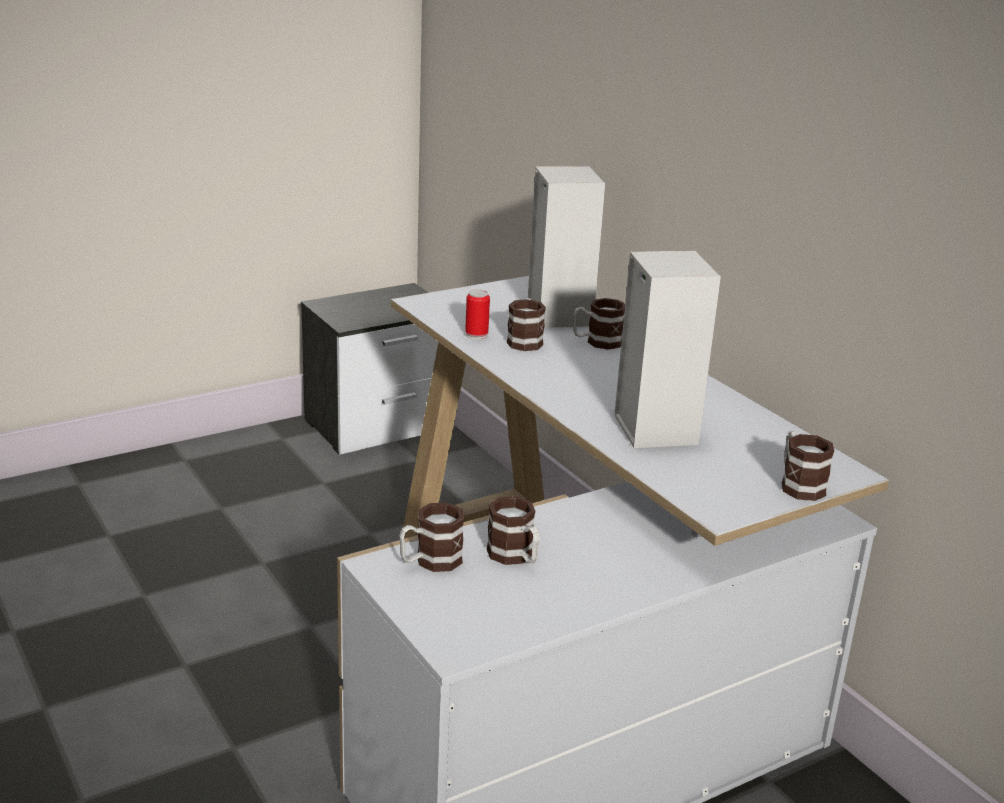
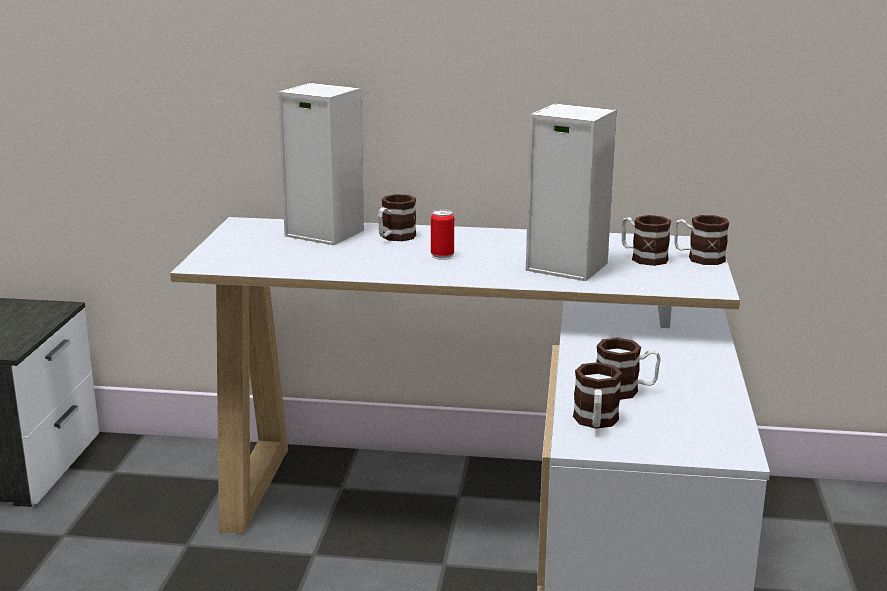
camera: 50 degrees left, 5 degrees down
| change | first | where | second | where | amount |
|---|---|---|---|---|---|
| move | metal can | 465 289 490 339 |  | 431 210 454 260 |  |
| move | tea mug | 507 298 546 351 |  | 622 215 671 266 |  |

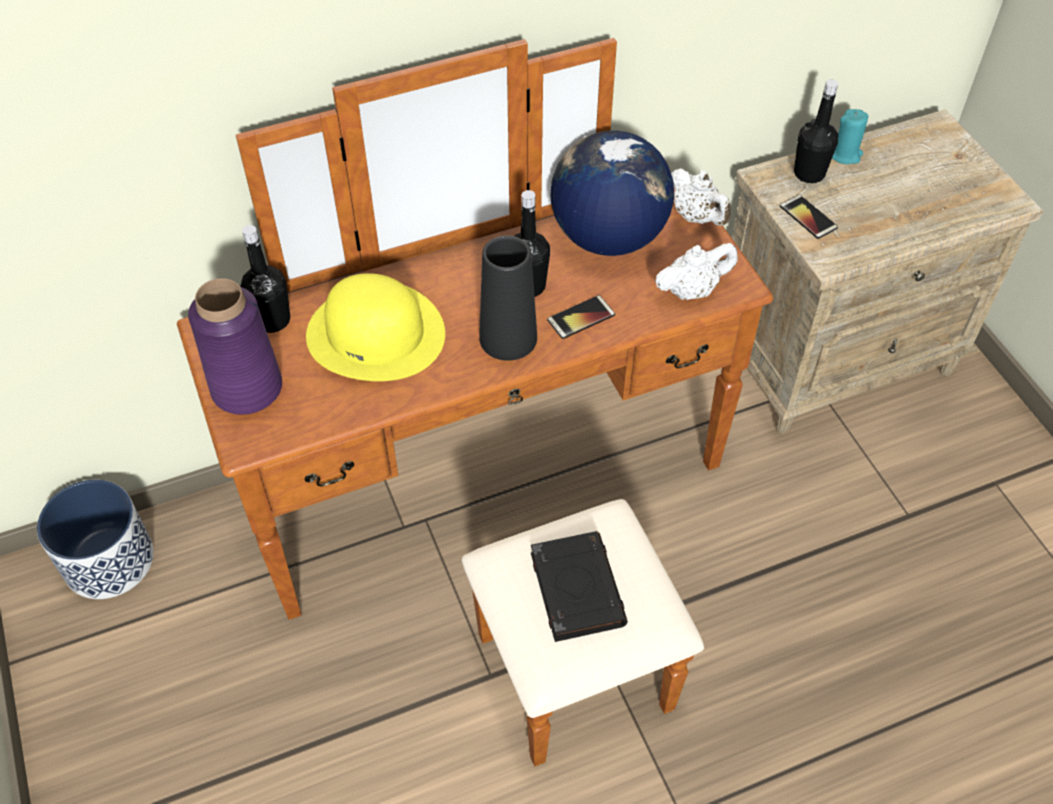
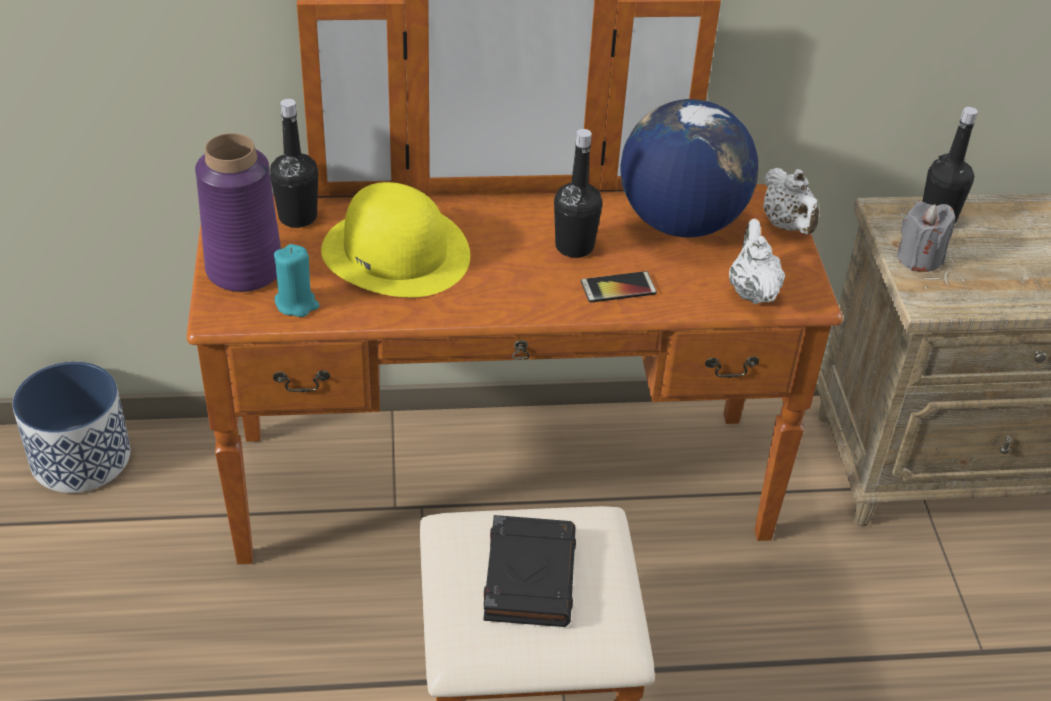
camera: 15 degrees right, 10 degrees down
| change | first | where | second | where | amount |
|---|---|---|---|---|---|
| move | candle/turquoise | 832 109 868 164 |  | 274 244 319 317 |  |
| replace | phone | 780 194 838 239 | candle/grey | 897 202 955 272 |  |
| delete | decorative vase/blackish | 479 235 537 361 |  |  |  |
| rotate | pot for tea/white | 655 243 737 300 |  | 729 219 785 304 | 90 degrees counterclockwise |

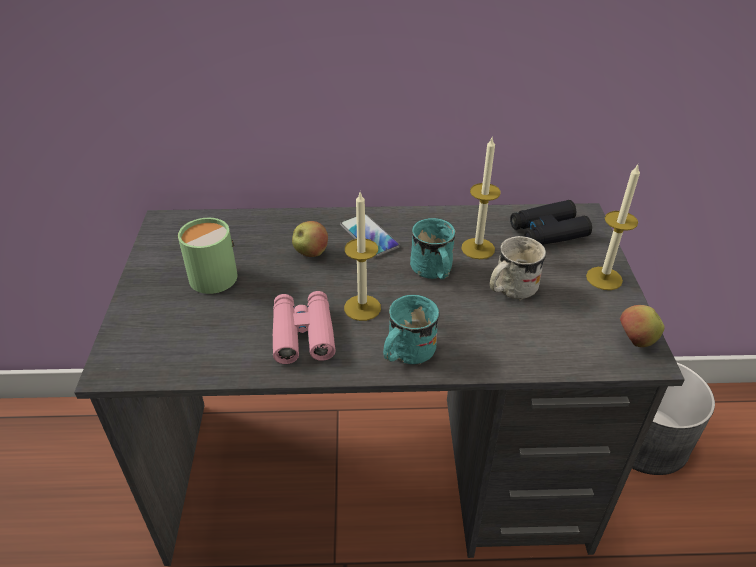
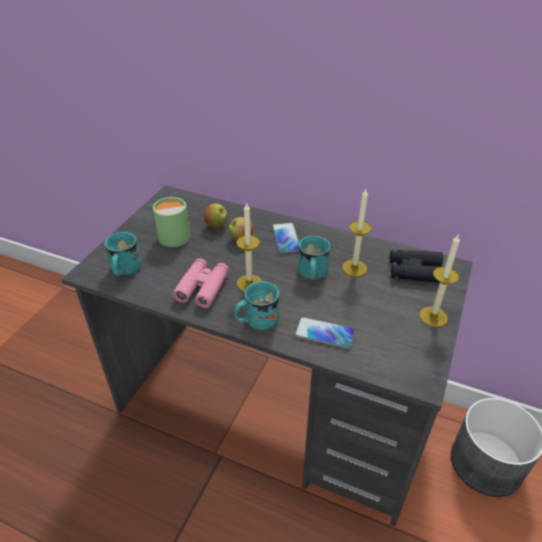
camera: 25 degrees right, 0 degrees up
| change | first | where | second | where | amount |
|---|---|---|---|---|---|
| delete | tea mug/white | 490 236 546 301 |  |  |  |
| move | apple | 620 305 664 347 |  | 204 203 228 228 |  |
| insert |  |  | tea mug/turquoise | 104 232 141 276 |  |
| insert |  |  | phone | 294 317 355 349 |  |

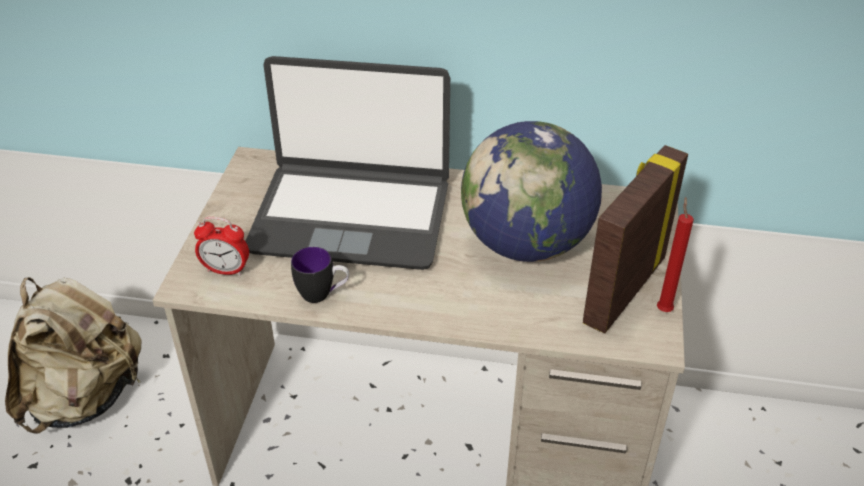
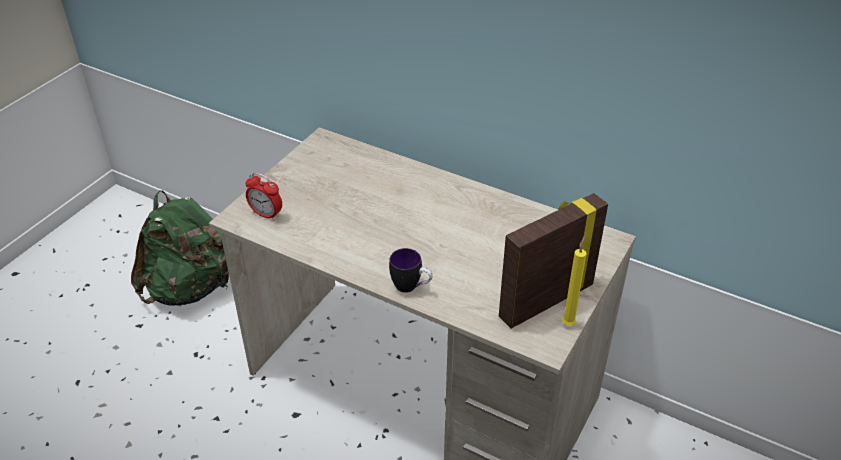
camera: 20 degrees right, 0 degrees up
| change | first | where | second | where | amount |
|---|---|---|---|---|---|
| delete | laptop | 245 56 450 270 |  |  |  |
| delete | world globe | 461 121 602 262 |  |  |  |
| recolor | candle/reddish | 657 197 694 312 | candle/yellow-coloured | 562 236 587 326 |  |
| move | tea mug | 291 247 349 303 |  | 389 248 433 293 |  |
| recolor | backpack/beige | 5 277 142 434 | backpack/green-coloured | 131 190 229 306 |  |

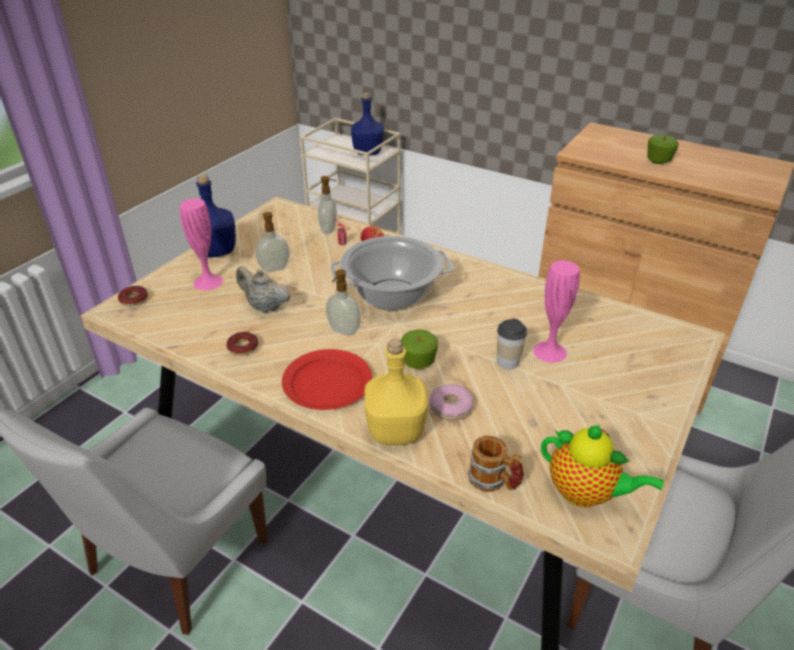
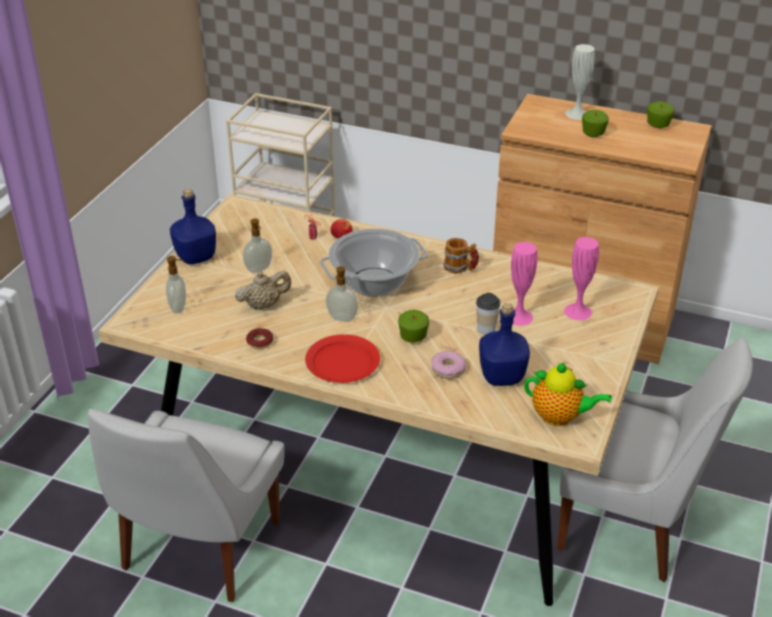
camera: 10 degrees left, 0 degrees up
| change | first | where | second | where | amount |
|---|---|---|---|---|---|
| move | bottle/blue | 351 93 384 155 |  | 479 303 530 386 |  |
| move | soap bottle | 318 176 337 234 |  | 166 256 186 313 |  |
| move | decorative vase/pink | 180 198 223 290 |  | 564 237 599 320 |  |
| rotate | pot for tea/beige | 236 266 291 313 |  | 235 271 291 310 | 135 degrees clockwise |
| delete | ring doughnut | 118 286 148 306 |  |  |  |
| delete | bottle/yellow-coloured | 365 339 428 445 |  |  |  |
| move | tea mug | 468 435 524 492 |  | 444 238 479 274 |  |
| insert |  |  | decorative vase/white | 565 44 595 120 |  |
| insert |  |  | apple | 647 101 675 128 |  |

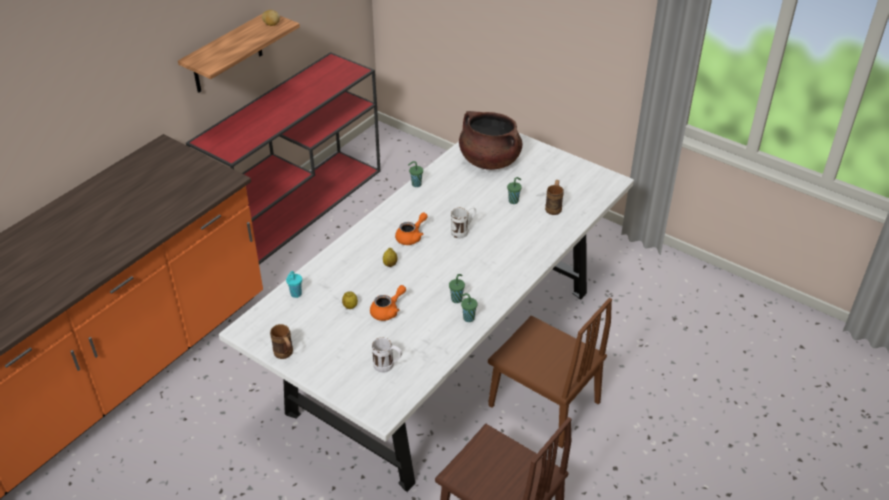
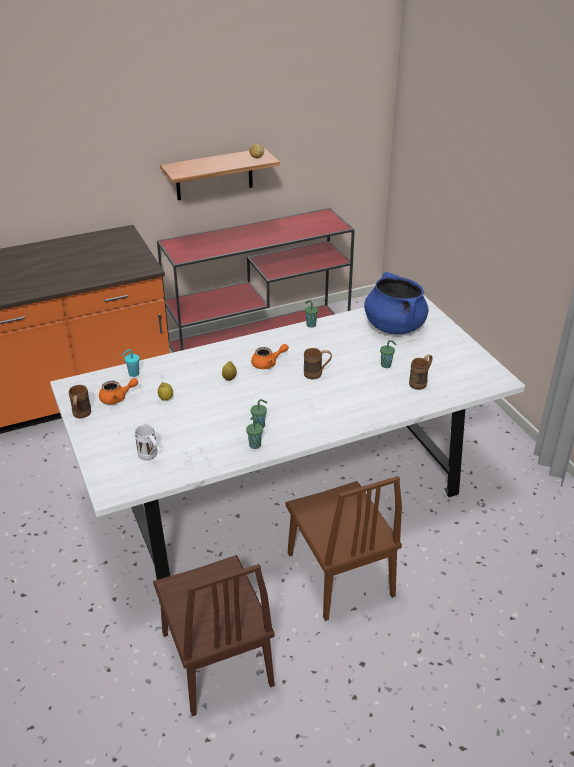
camera: 30 degrees right, 5 degrees down
| change | first | where | second | where | amount |
|---|---|---|---|---|---|
| recolor | cooking pot/brown-coloured | 459 111 523 170 | cooking pot/blue | 364 272 428 334 |  |
| recolor | tea mug/white | 451 206 476 239 | tea mug/brown-coloured | 304 348 332 380 |  |
| move | pot for tea/orange | 370 285 406 321 |  | 99 378 138 404 |  |

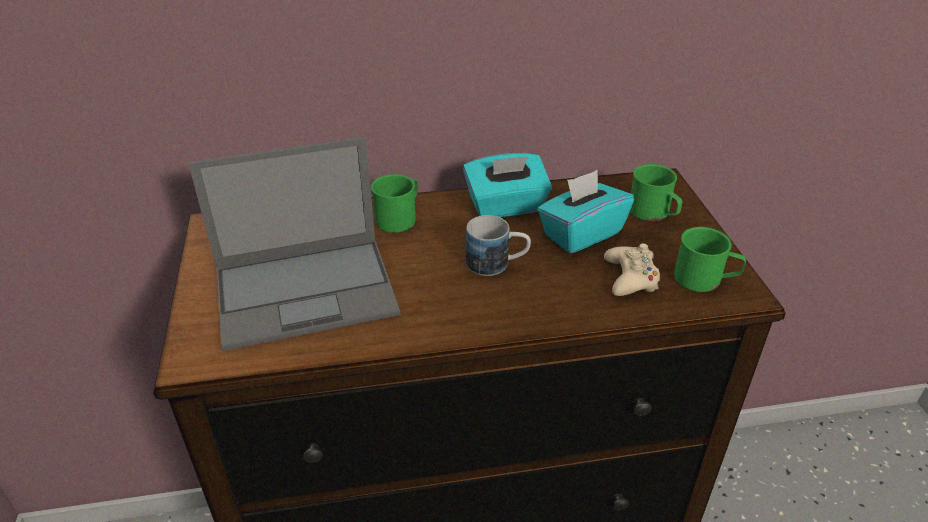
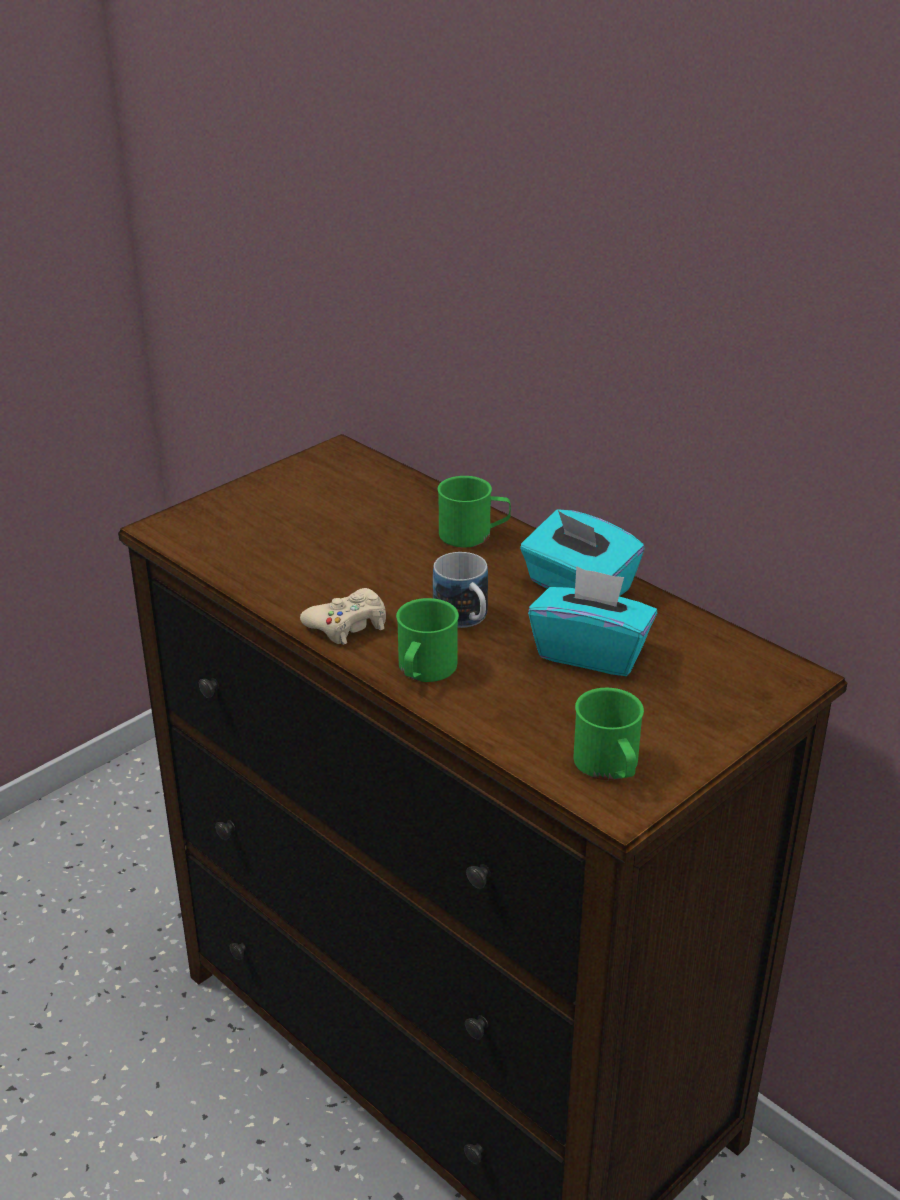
camera: 55 degrees right, 5 degrees down
| change | first | where | second | where | amount |
|---|---|---|---|---|---|
| delete | laptop | 188 137 400 351 |  |  |  |
| move | tea mug/green-coloured | 630 164 682 221 |  | 396 598 459 682 |  |
| move | joypad/beige | 604 244 660 296 |  | 300 588 386 645 |  |

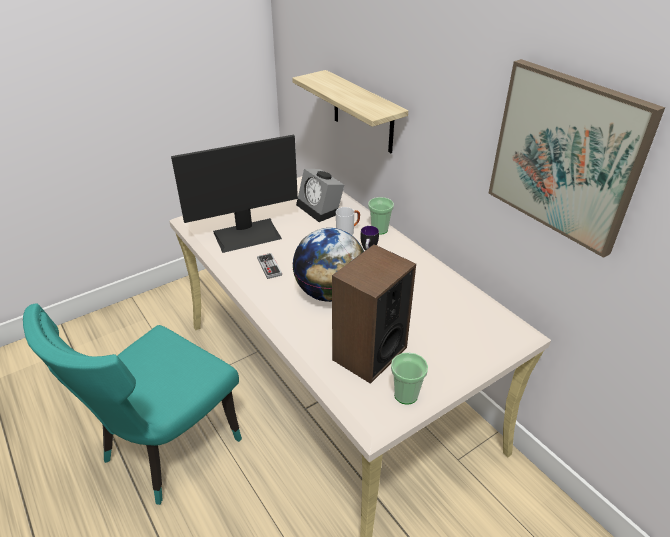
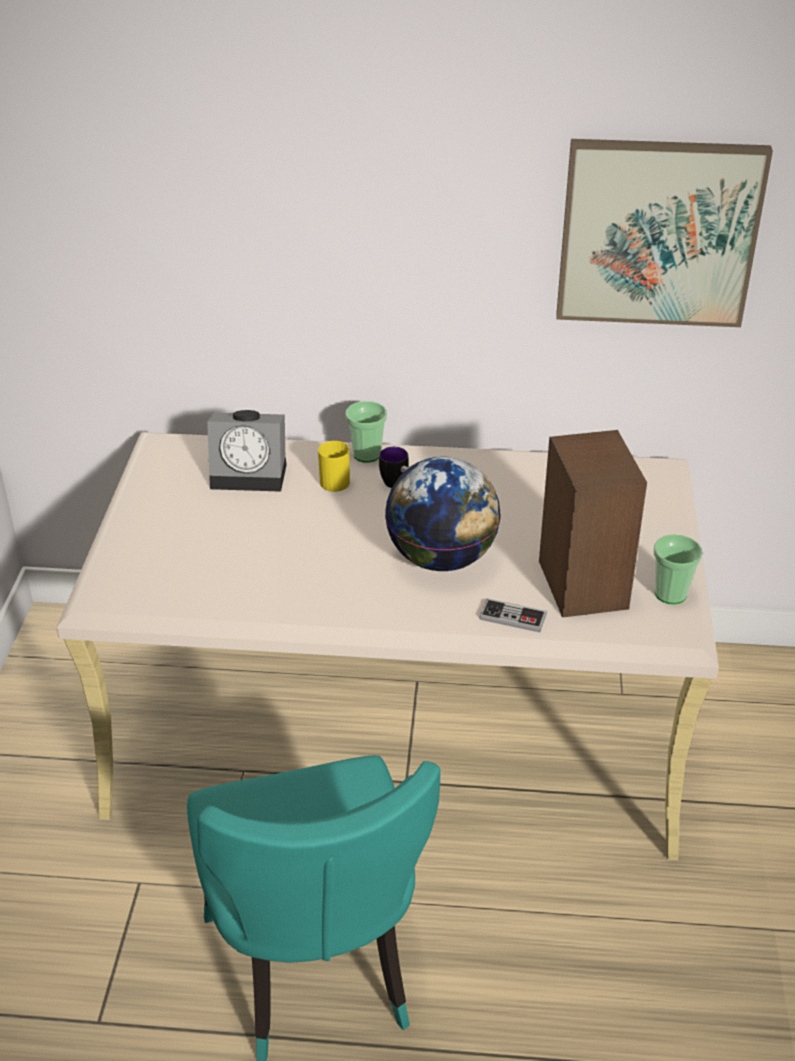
camera: 50 degrees left, 0 degrees up
| change | first | where | second | where | amount |
|---|---|---|---|---|---|
| delete | shelf | 292 70 408 153 |  |  |  |
| delete | computer screen | 171 135 298 253 |  |  |  |
| recolor | tea mug/white | 336 207 360 235 | tea mug/yellow-coloured | 318 440 350 492 |  |
| move | joypad | 257 253 282 279 |  | 479 598 547 632 |  |

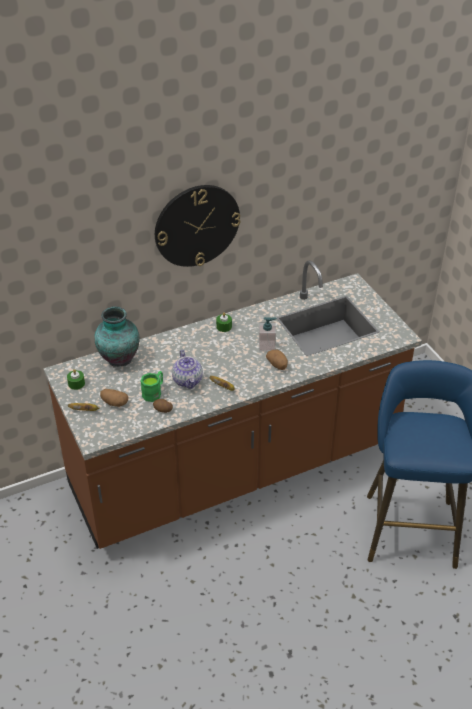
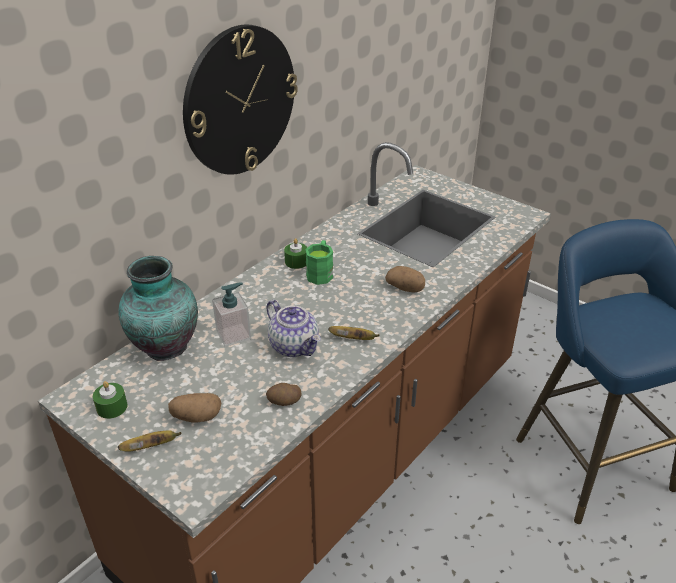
camera: 25 degrees left, 5 degrees down
| change | first | where | second | where | amount |
|---|---|---|---|---|---|
| move | soap bottle | 259 317 277 352 |  | 212 282 251 347 |  |
| move | tea mug/green-coloured | 140 371 163 402 |  | 305 240 333 285 |  |

